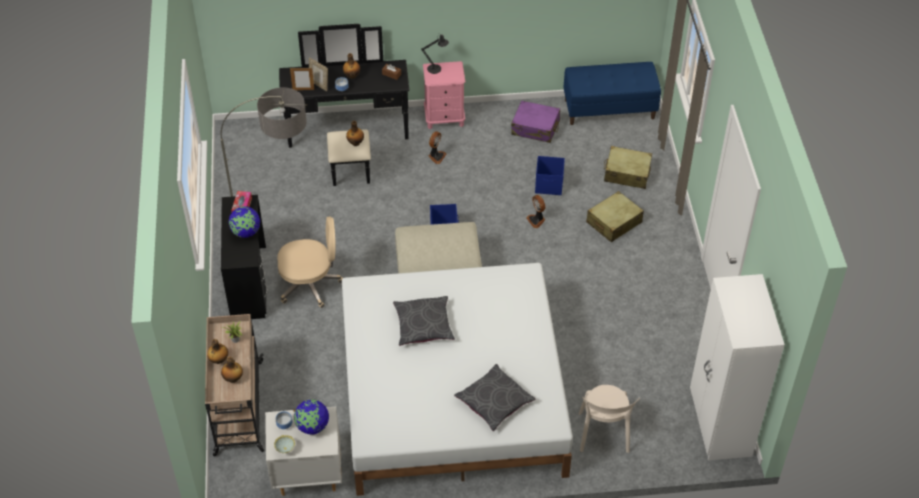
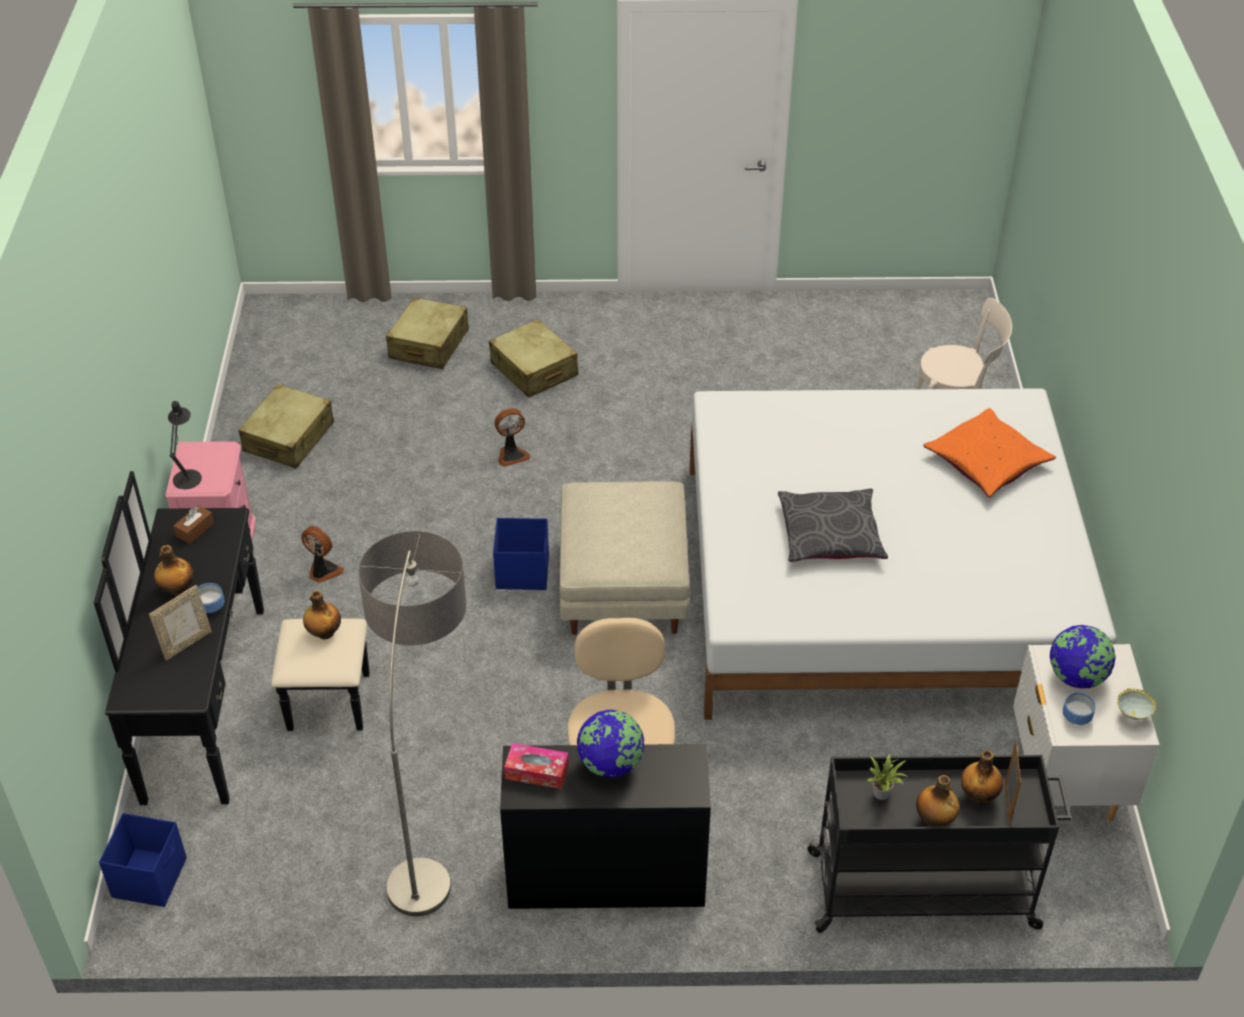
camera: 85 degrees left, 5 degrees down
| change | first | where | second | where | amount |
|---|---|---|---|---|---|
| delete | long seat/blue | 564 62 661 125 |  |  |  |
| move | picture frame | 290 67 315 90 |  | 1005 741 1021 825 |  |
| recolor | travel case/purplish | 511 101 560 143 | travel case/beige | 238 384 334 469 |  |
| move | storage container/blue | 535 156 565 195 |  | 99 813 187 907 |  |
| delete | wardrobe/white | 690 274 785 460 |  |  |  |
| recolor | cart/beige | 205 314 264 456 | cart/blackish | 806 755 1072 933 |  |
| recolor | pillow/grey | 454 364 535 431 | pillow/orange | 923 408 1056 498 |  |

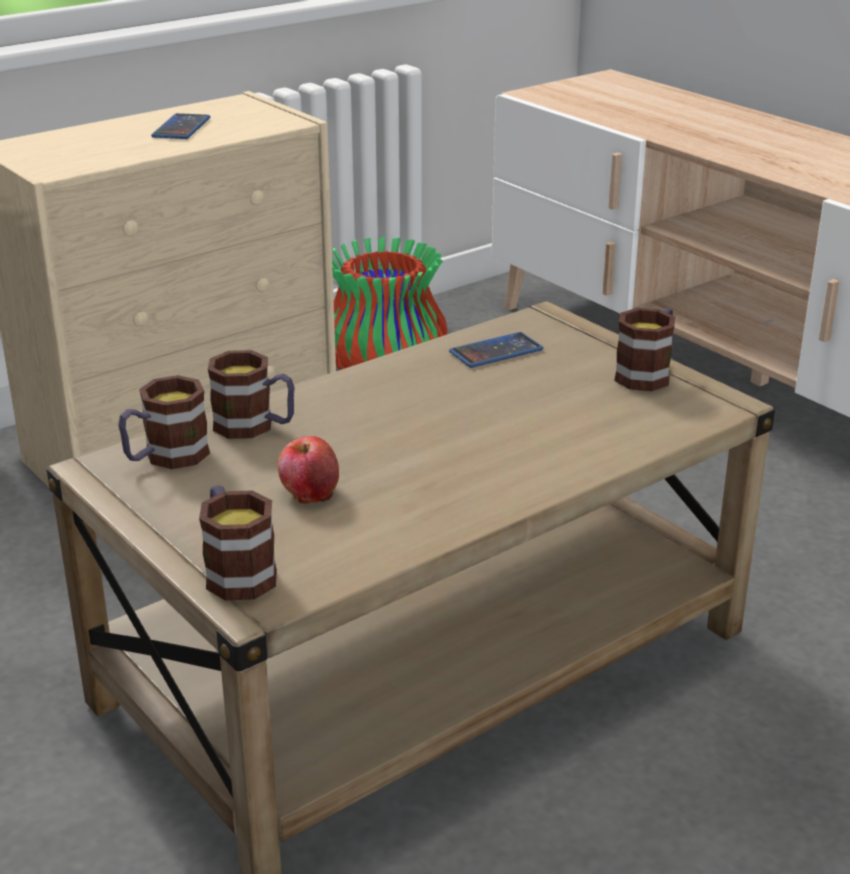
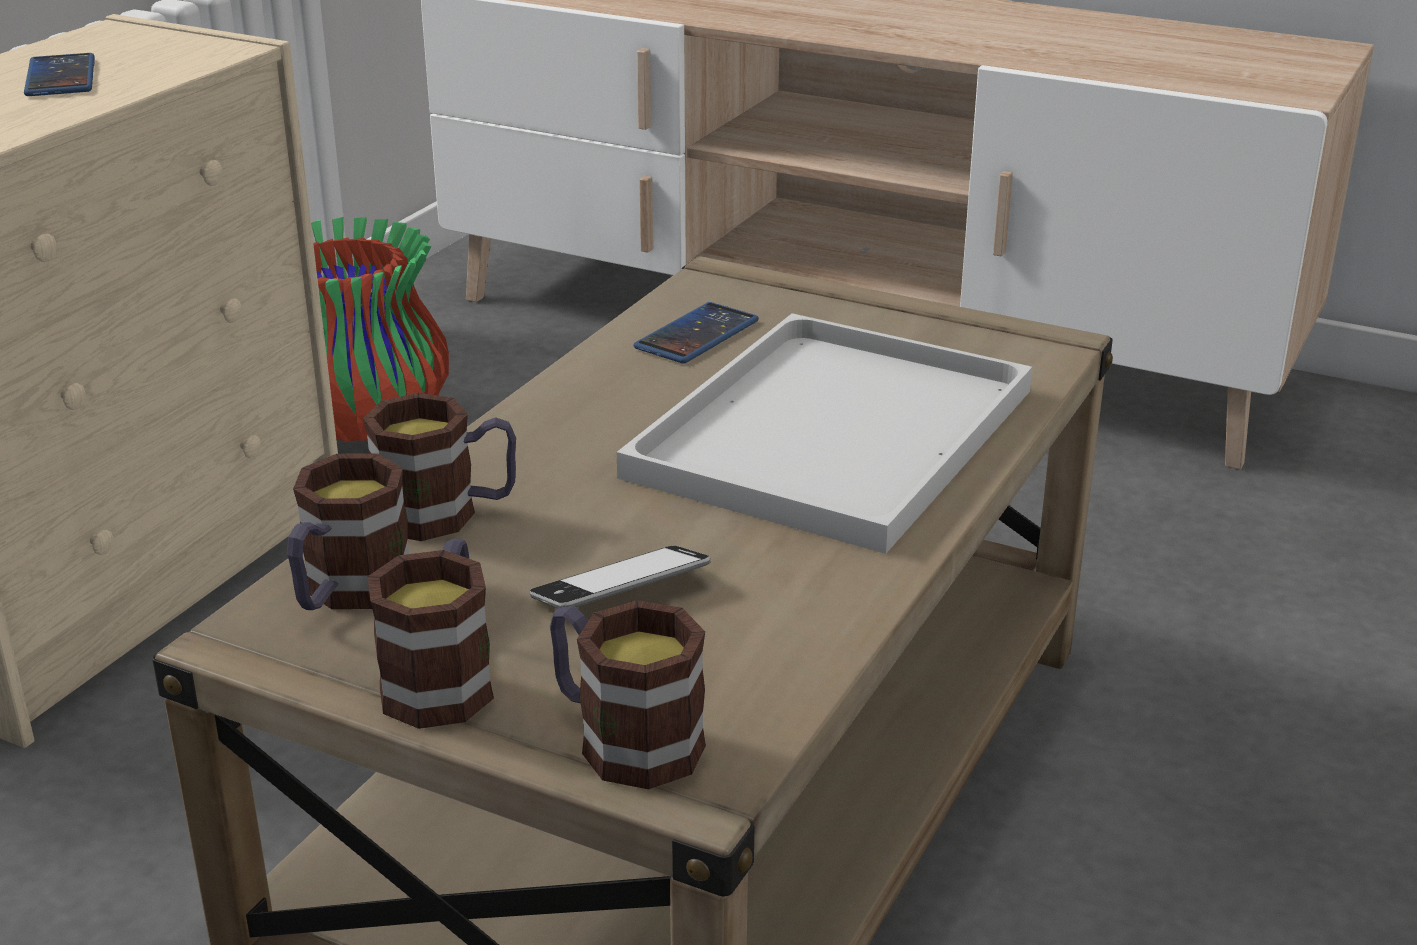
camera: 25 degrees left, 0 degrees up
| change | first | where | second | where | amount |
|---|---|---|---|---|---|
| move | tea mug | 614 308 675 391 |  | 367 538 494 729 |  |
| replace | apple | 278 436 339 504 | phone | 530 546 711 609 |  |
| insert |  |  | carrying tray/white | 617 313 1032 554 |  |

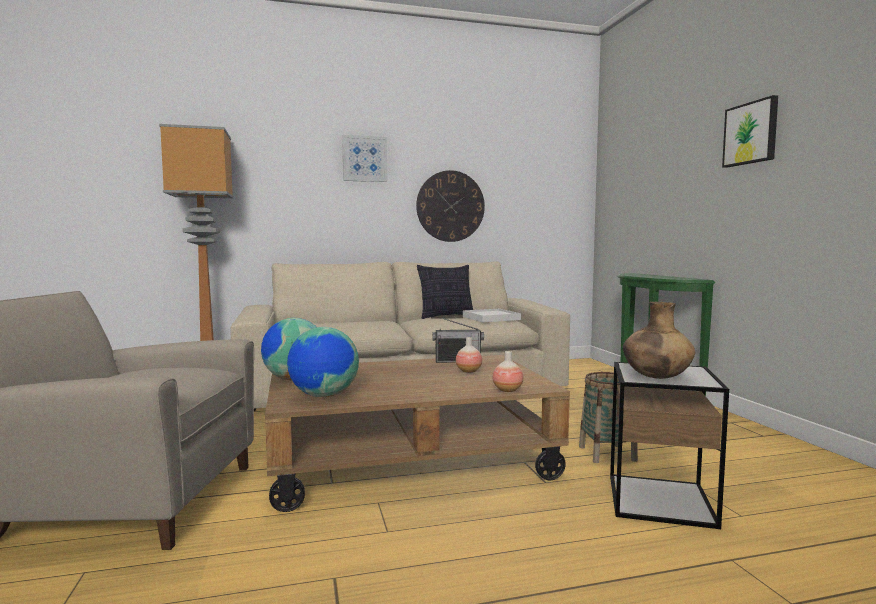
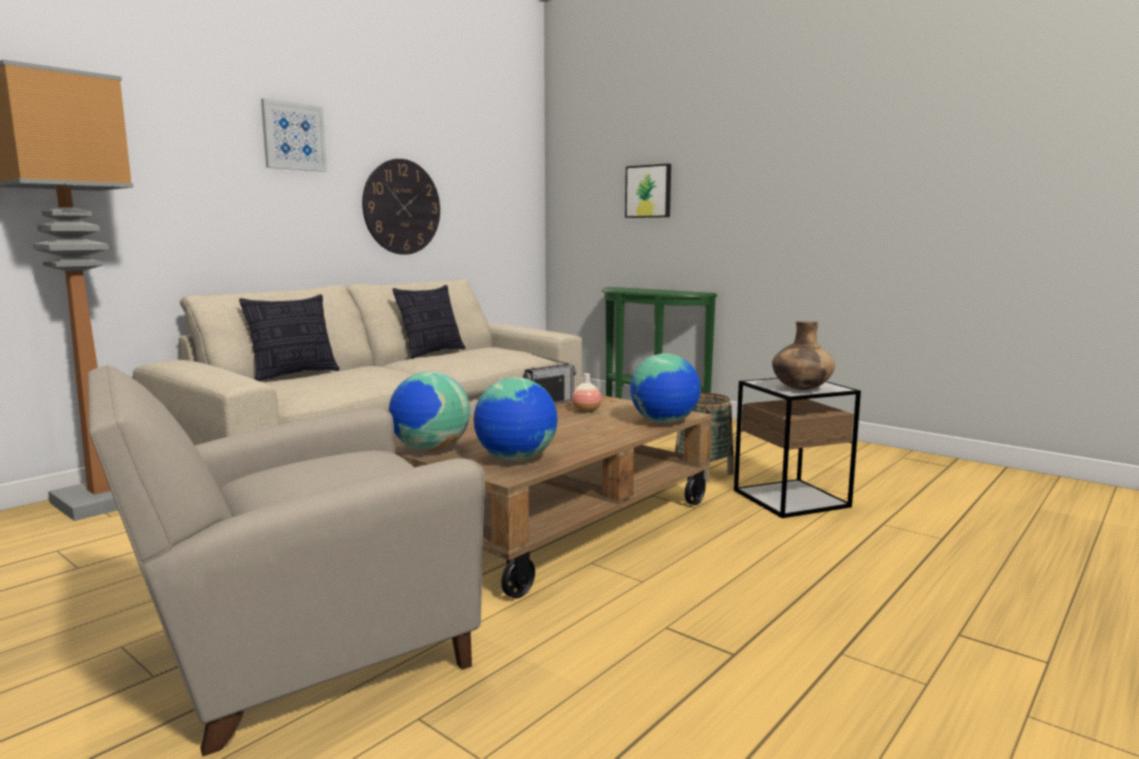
camera: 35 degrees left, 5 degrees up
| change | first | where | second | where | amount |
|---|---|---|---|---|---|
| move | wall art | 722 95 778 168 |  | 625 164 671 218 |  |
| delete | carrying tray/white | 463 309 521 322 |  |  |  |
| replace | decorative vase | 493 351 523 392 | world globe | 630 354 701 424 |  |
| insert |  |  | pillow | 239 294 339 382 |  |

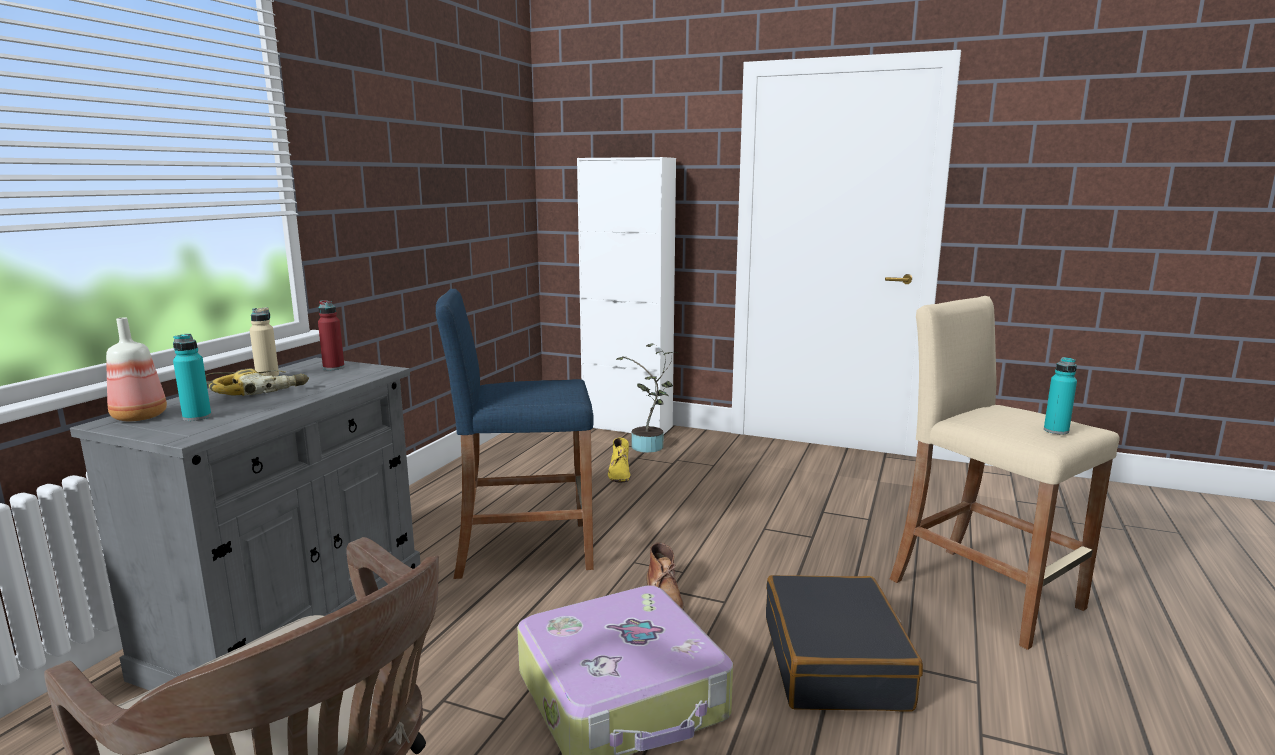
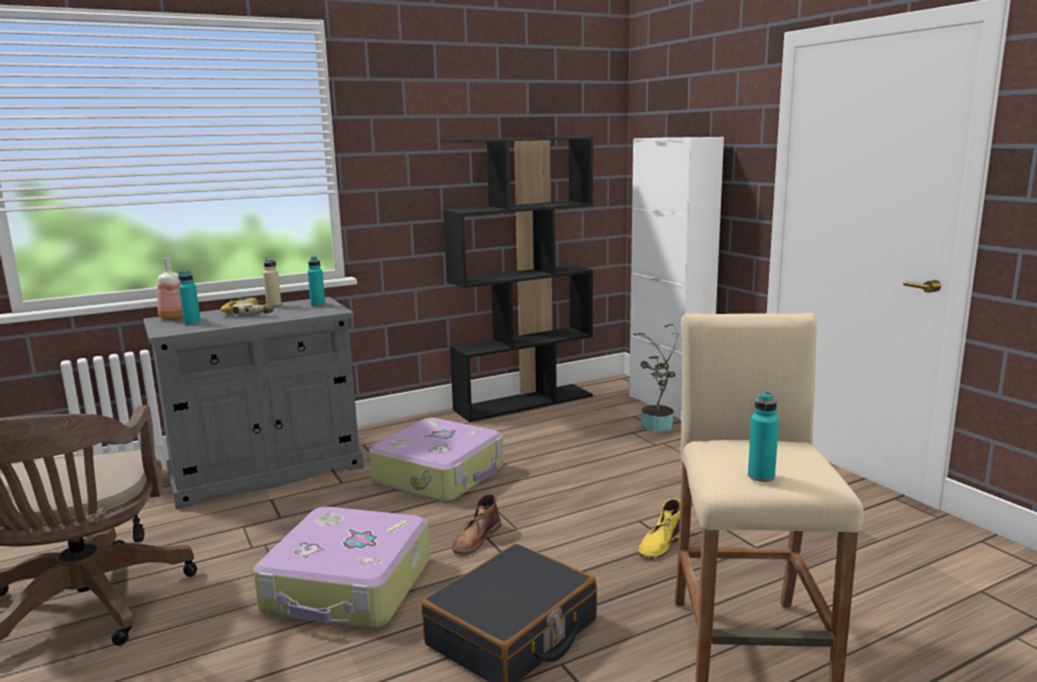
camera: 40 degrees right, 0 degrees up
| change | first | where | second | where | amount |
|---|---|---|---|---|---|
| replace | stool/blue | 436 289 594 579 | travel case | 369 418 504 502 |  |
| recolor | bottle/reddish | 318 300 344 370 | bottle/turquoise | 308 256 325 307 |  |
| move | high-top boot/yellow-coloured | 608 437 631 483 |  | 638 499 681 559 |  |
| insert |  |  | shelving unit/blackish | 440 136 593 422 |  |

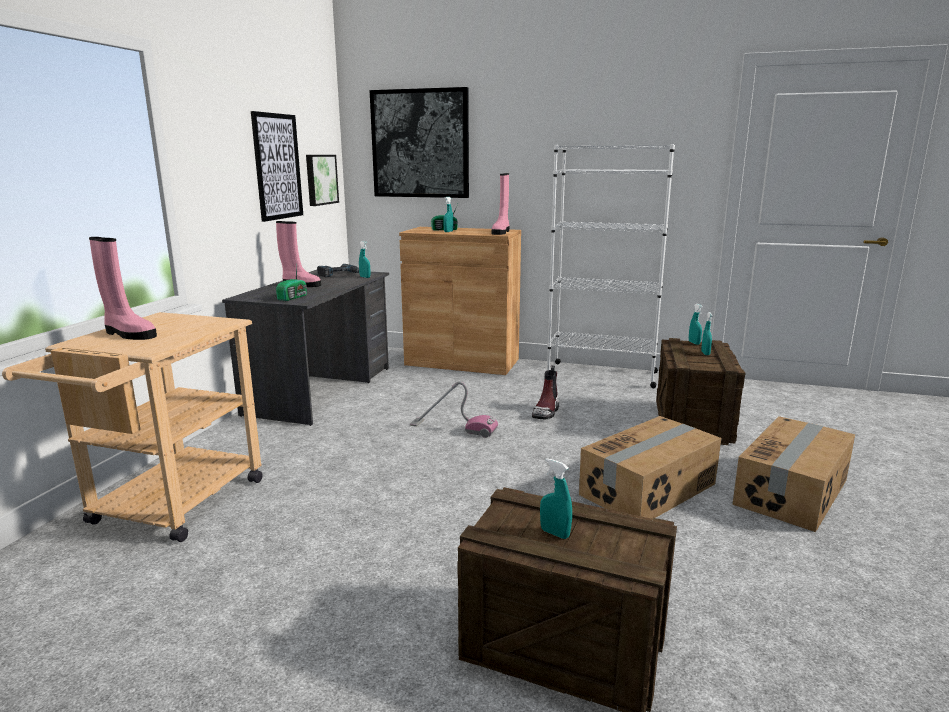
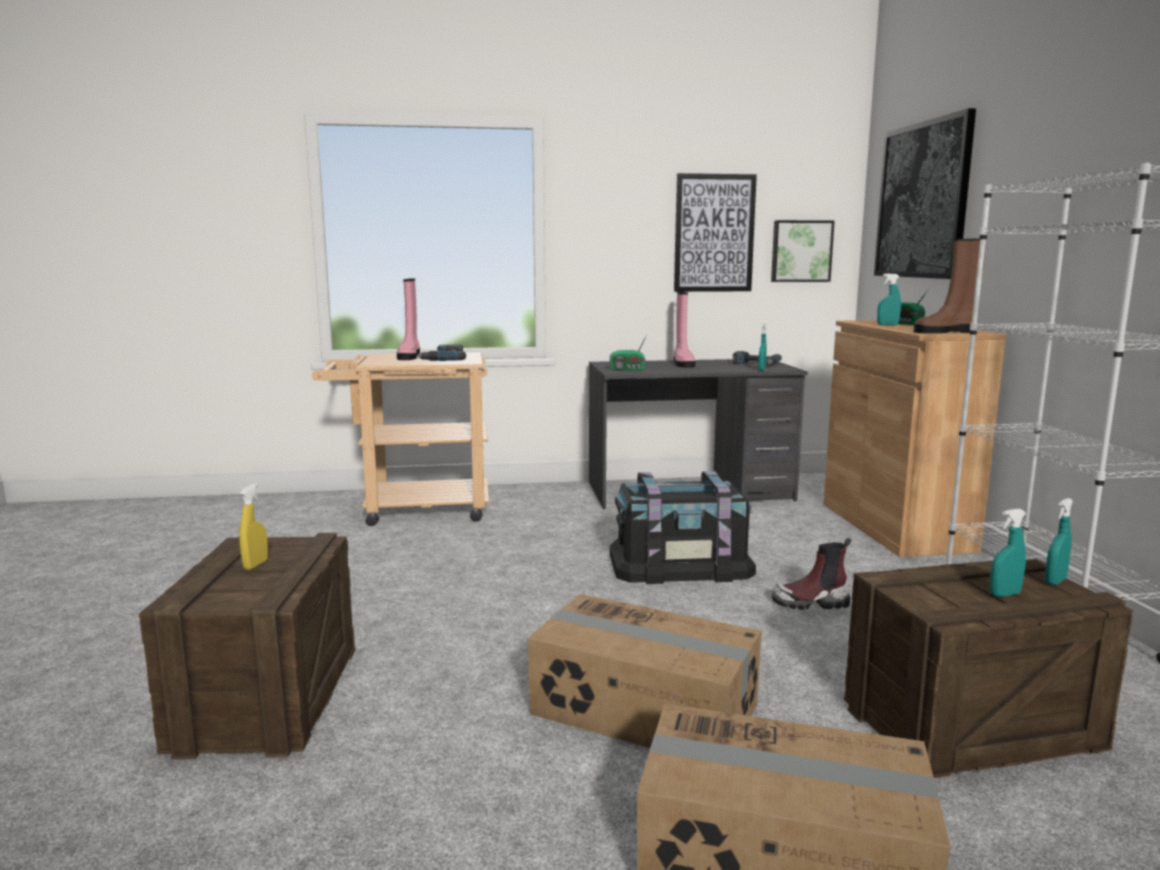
camera: 65 degrees right, 5 degrees down
| change | first | where | second | where | amount |
|---|---|---|---|---|---|
| recolor | high-top boot/pink | 491 173 510 235 | high-top boot/brown-coloured | 914 238 985 333 |  |
| replace | vacuum cleaner | 410 381 498 438 | storage container/blackish | 610 471 756 584 |  |
| recolor | sprayer/turquoise | 540 458 572 539 | sprayer/yellow-coloured | 239 483 268 570 |  |
| insert |  |  | electric drill | 417 345 466 361 |  |

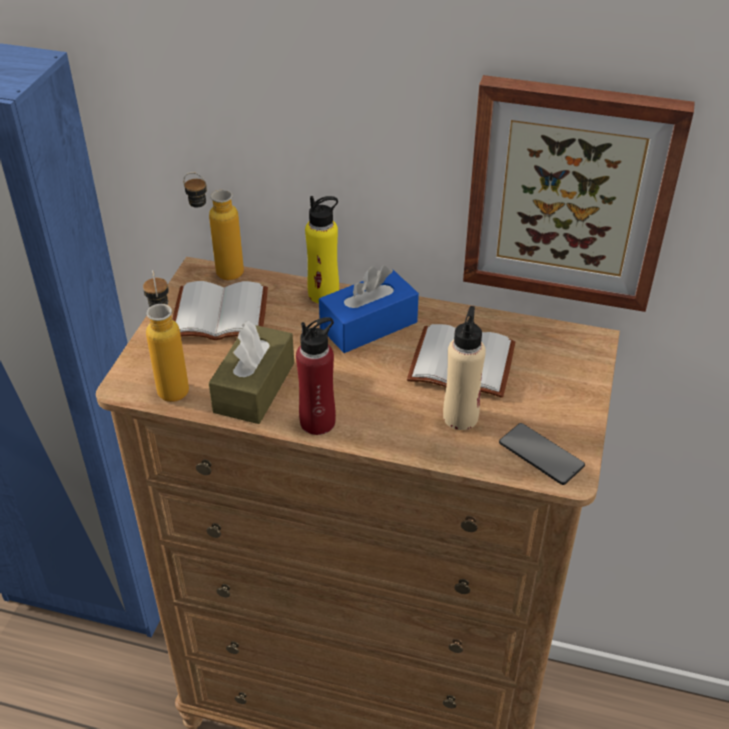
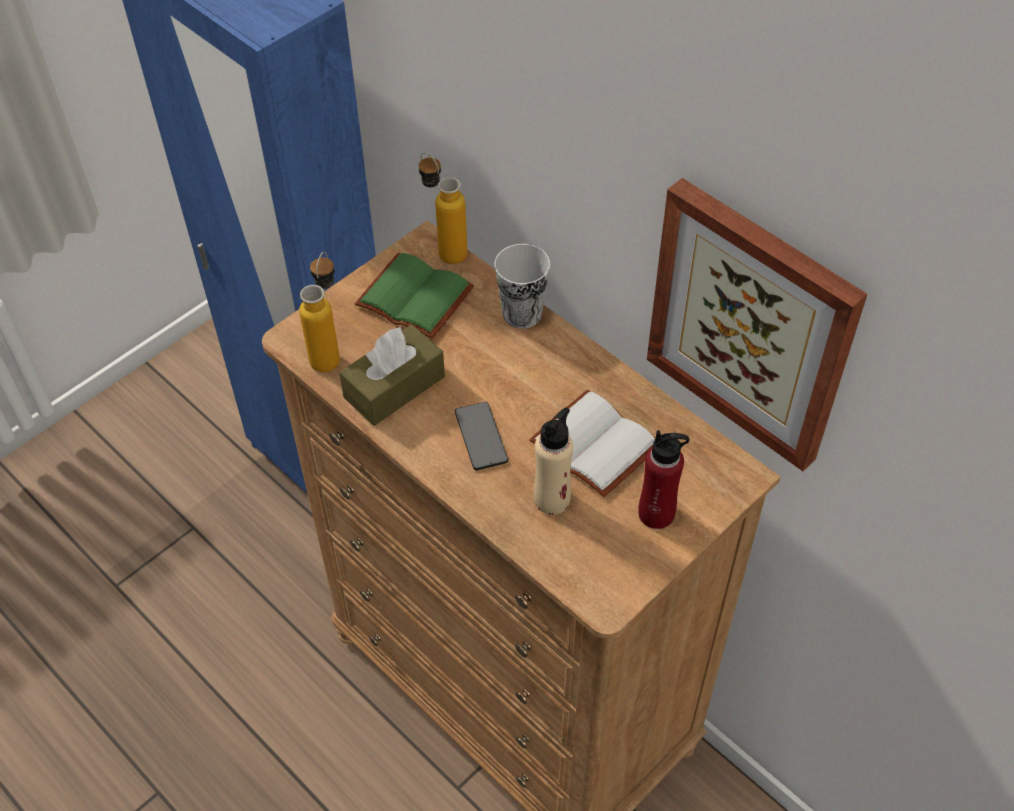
camera: 30 degrees right, 10 degrees up
| change | first | where | second | where | amount |
|---|---|---|---|---|---|
| replace | bottle/yellow-coloured | 305 196 339 303 | drinking cup | 495 244 550 329 |  |
| delete | box of tissues/blue | 319 266 419 353 |  |  |  |
| recolor | book/white | 172 281 268 340 | book/green-coloured | 355 253 474 339 |  |
| move | bottle/reddish | 296 317 336 435 |  | 638 430 689 529 |  |
| move | phone | 499 423 585 485 |  | 455 402 508 470 |  |

